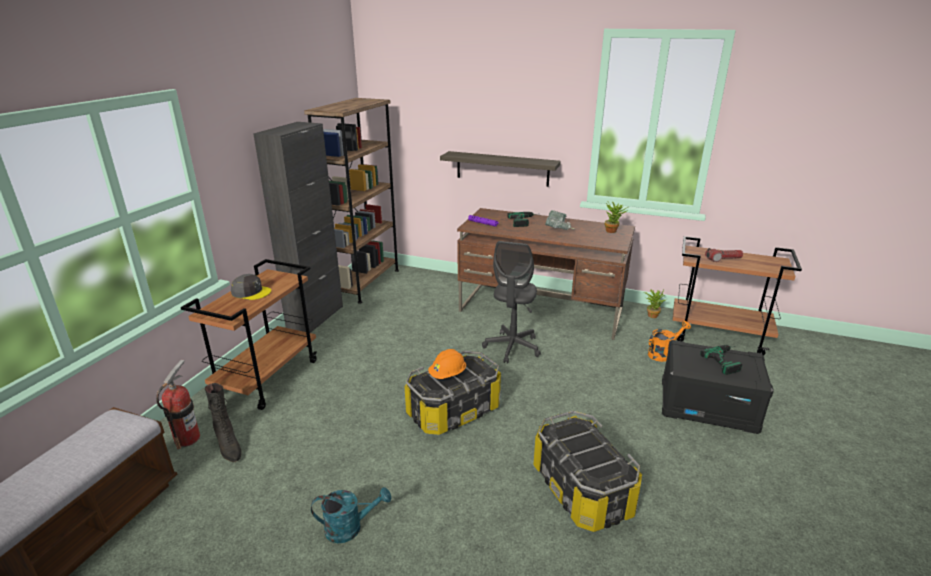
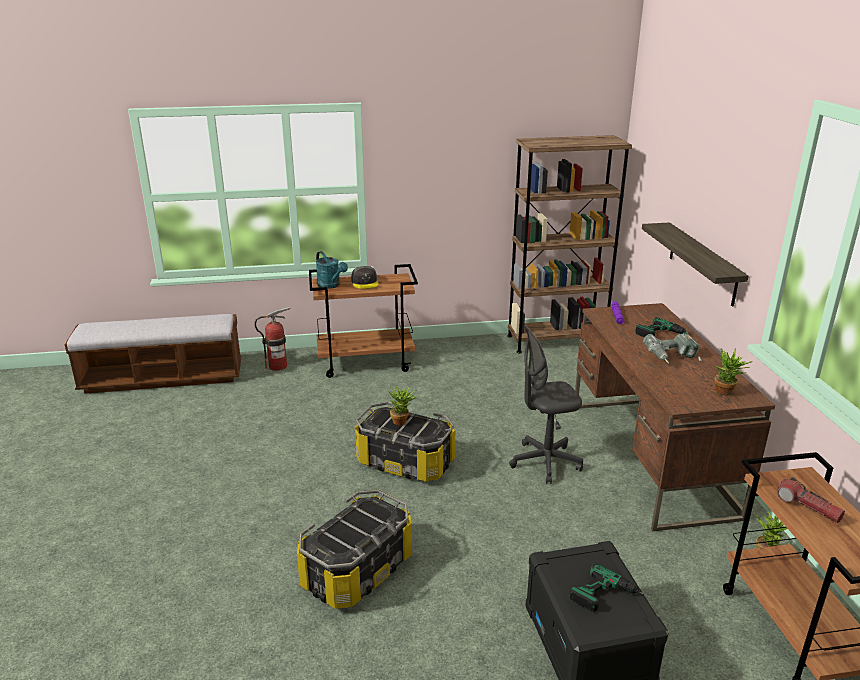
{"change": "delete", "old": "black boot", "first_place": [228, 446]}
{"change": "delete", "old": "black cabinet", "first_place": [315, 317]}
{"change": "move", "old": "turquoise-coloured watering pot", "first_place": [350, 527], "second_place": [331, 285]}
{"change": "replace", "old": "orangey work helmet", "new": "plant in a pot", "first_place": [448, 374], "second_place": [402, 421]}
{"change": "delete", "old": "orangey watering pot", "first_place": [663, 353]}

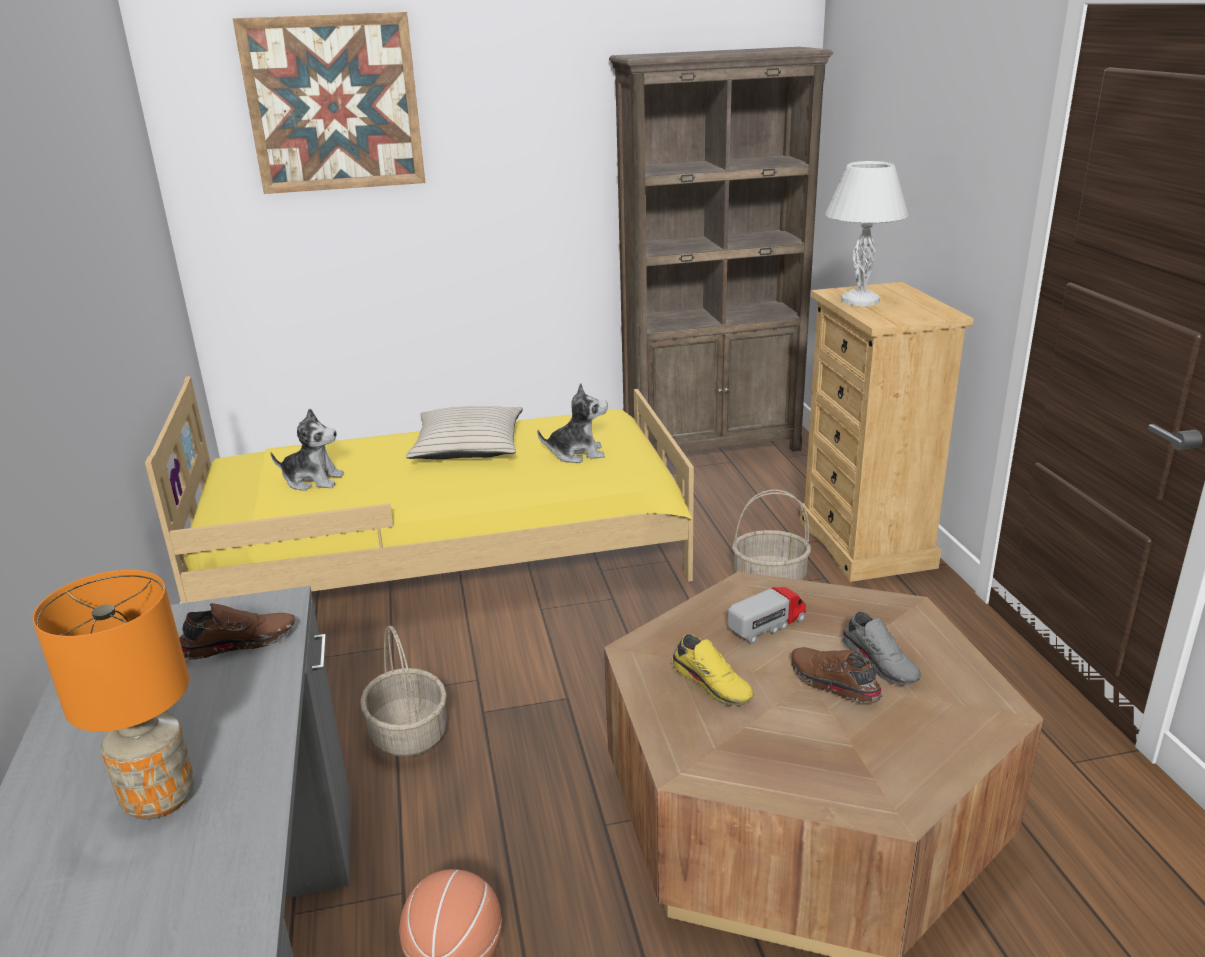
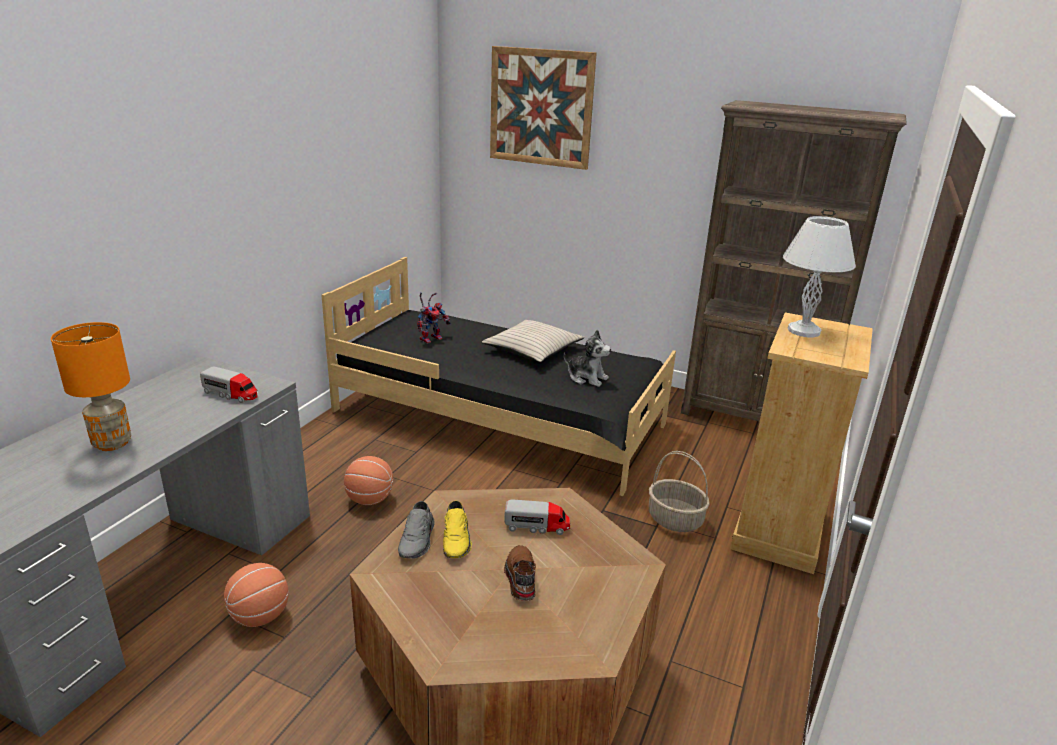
{"change": "recolor", "old": "yellowish bedroom bed", "new": "black bedroom bed", "first_place": [448, 558], "second_place": [501, 417]}
{"change": "replace", "old": "brownish shoe", "new": "toy lorry", "first_place": [239, 642], "second_place": [231, 394]}
{"change": "replace", "old": "plush toy", "new": "toy robot", "first_place": [313, 480], "second_place": [431, 338]}
{"change": "replace", "old": "basket", "new": "basketball ball", "first_place": [408, 734], "second_place": [369, 499]}
{"change": "move", "old": "greyish shoe", "first_place": [881, 662], "second_place": [418, 540]}

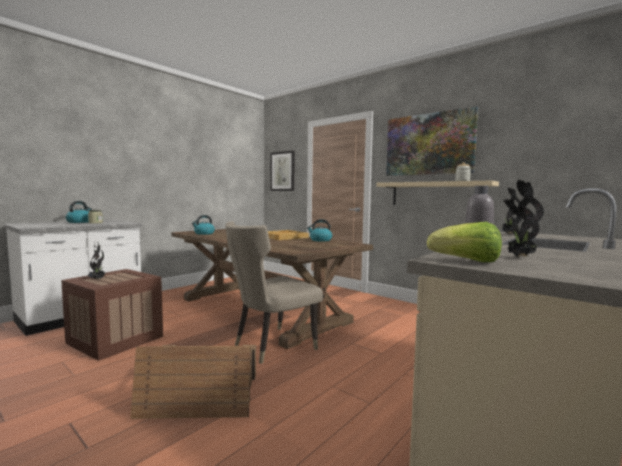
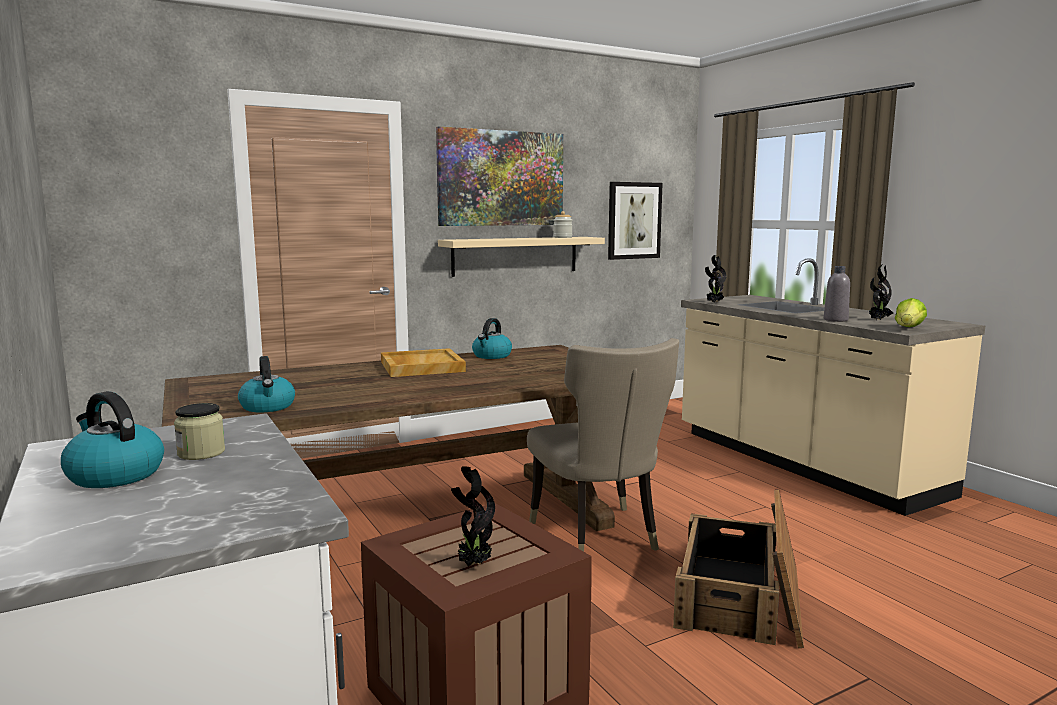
{"change": "move", "old": "wall art", "first_place": [283, 171], "second_place": [634, 220]}

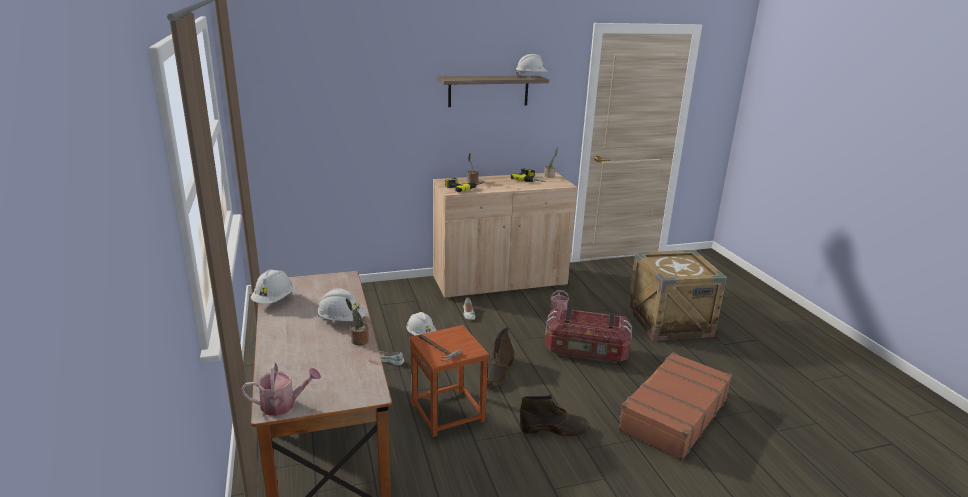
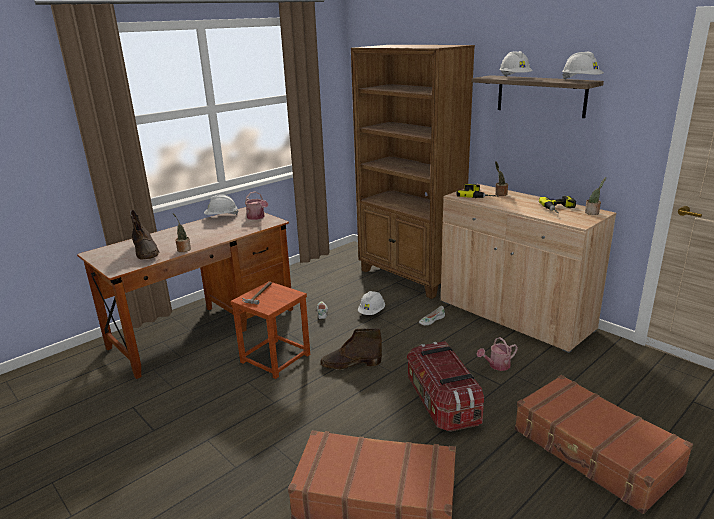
{"change": "move", "old": "watering pot", "first_place": [283, 404], "second_place": [257, 217]}
{"change": "move", "old": "whitish work helmet", "first_place": [342, 320], "second_place": [514, 78]}
{"change": "move", "old": "brownish boot", "first_place": [554, 429], "second_place": [146, 251]}
{"change": "replace", "old": "packing crate", "new": "brownish piece of luggage", "first_place": [669, 322], "second_place": [594, 452]}
{"change": "insert", "new": "brownish shelving unit", "second_place": [410, 277]}

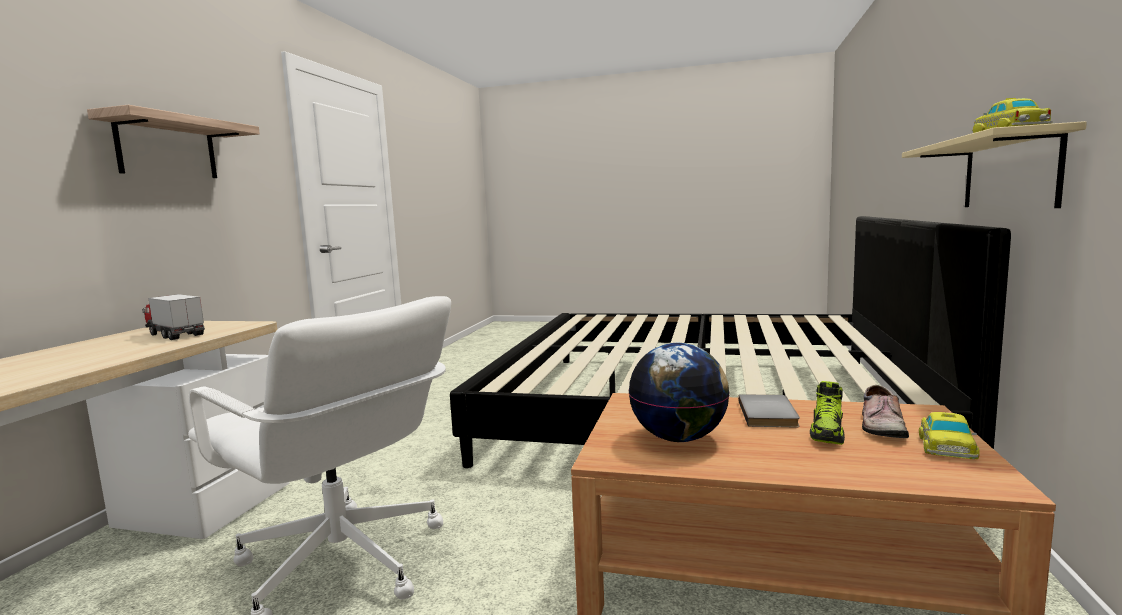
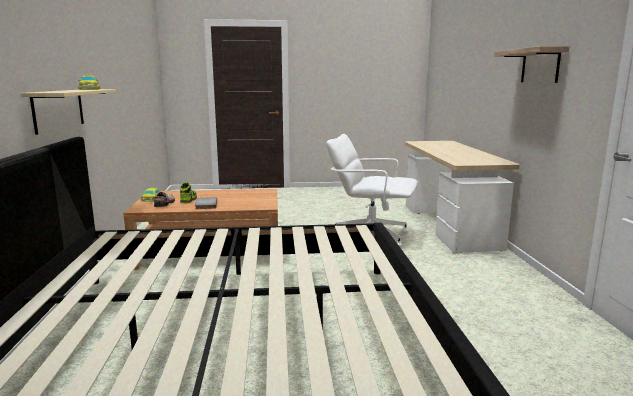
{"change": "delete", "old": "toy lorry", "first_place": [175, 334]}
{"change": "delete", "old": "desk globe", "first_place": [679, 438]}

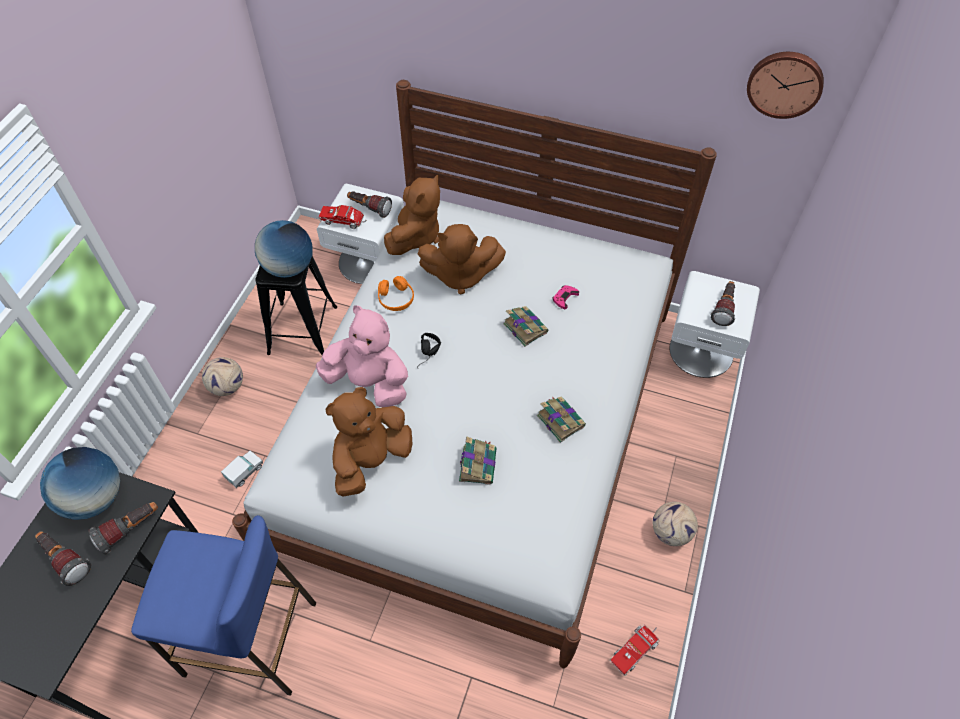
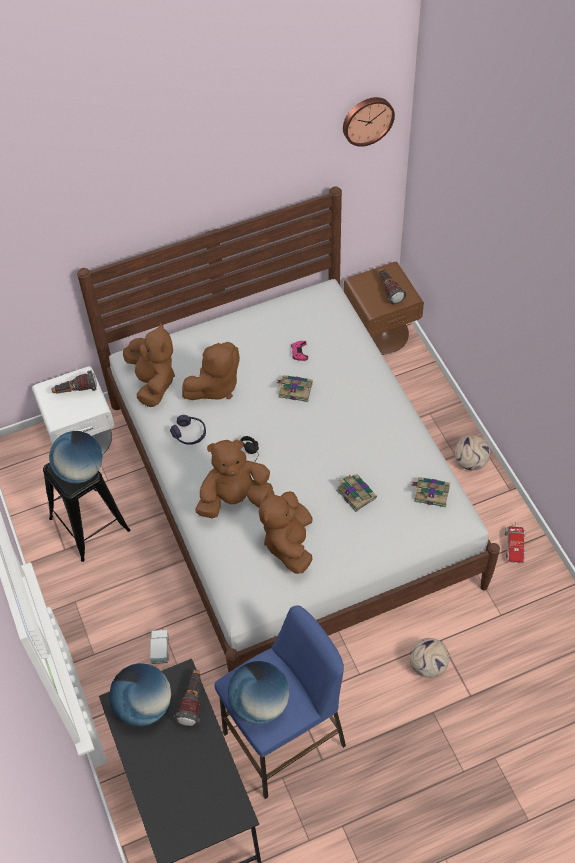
{"change": "delete", "old": "torch", "first_place": [65, 560]}
{"change": "move", "old": "ball for football", "first_place": [227, 387], "second_place": [428, 665]}
{"change": "recolor", "old": "pink plush toy", "new": "brownish plush toy", "first_place": [369, 382], "second_place": [234, 499]}
{"change": "delete", "old": "toy lorry", "first_place": [344, 221]}
{"change": "recolor", "old": "orangey headphones", "new": "purple-coloured headphones", "first_place": [396, 299], "second_place": [189, 434]}
{"change": "move", "old": "volume", "first_place": [560, 420], "second_place": [430, 493]}
{"change": "recolor", "old": "whitish bedside table", "new": "brownish bedside table", "first_place": [701, 350], "second_place": [381, 332]}
{"change": "insert", "new": "desk globe", "second_place": [260, 703]}

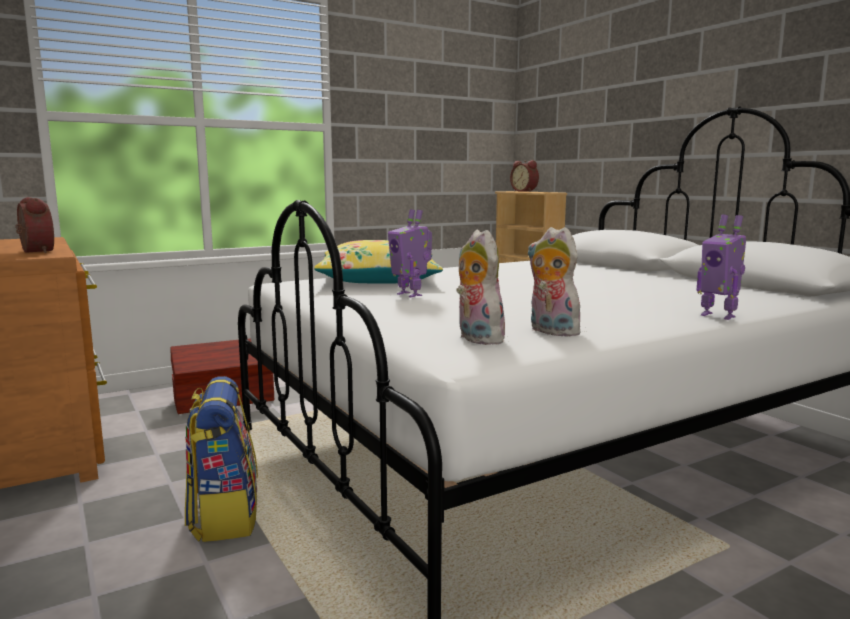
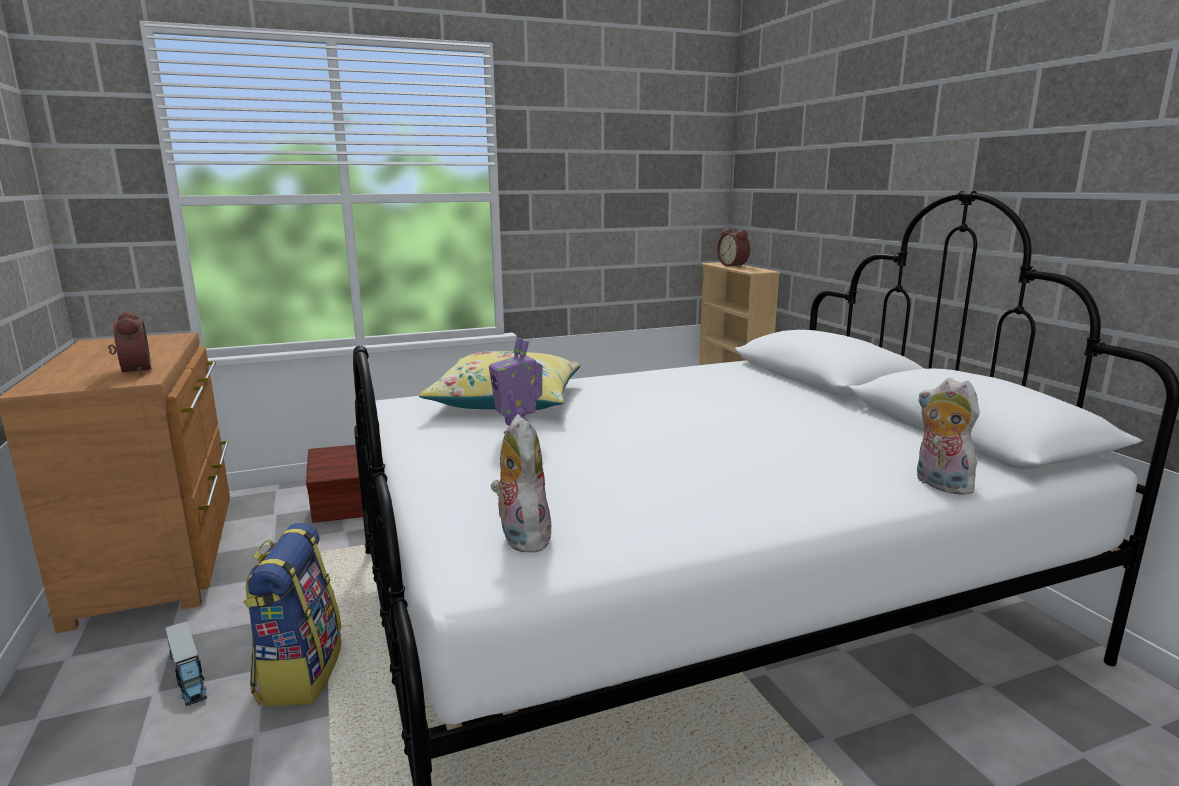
{"change": "move", "old": "plush toy", "first_place": [550, 331], "second_place": [939, 485]}
{"change": "delete", "old": "toy robot", "first_place": [718, 316]}
{"change": "insert", "new": "toy lorry", "second_place": [188, 674]}

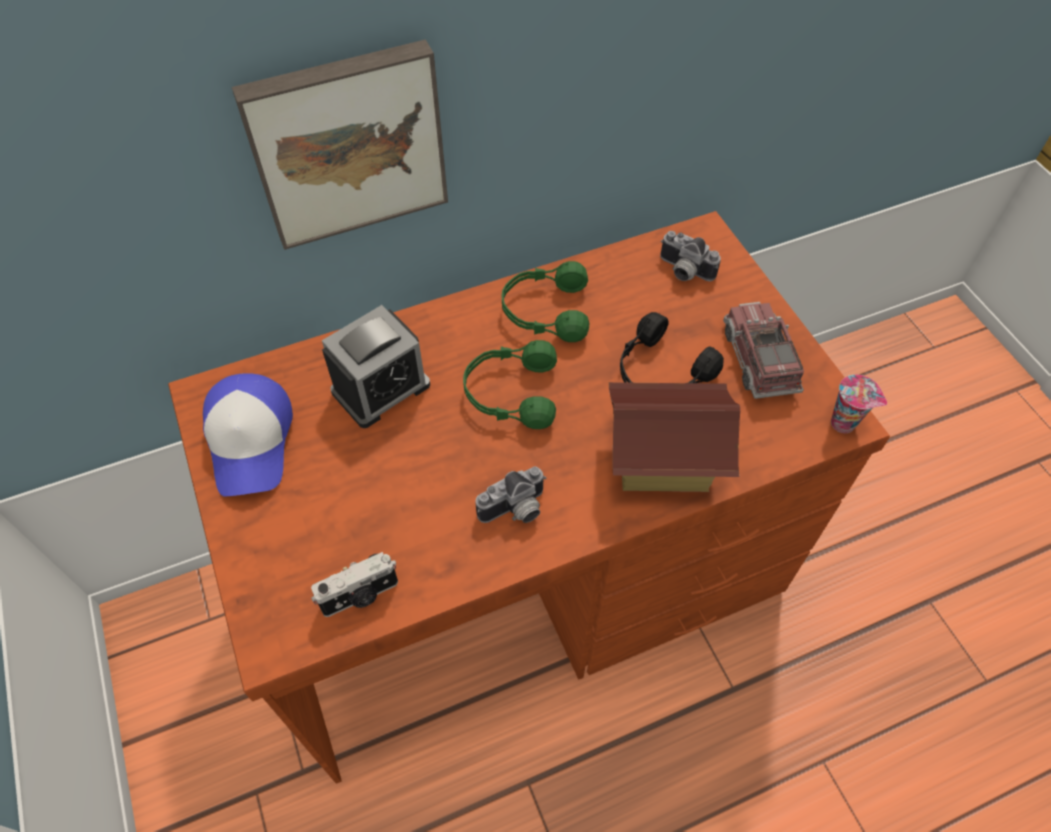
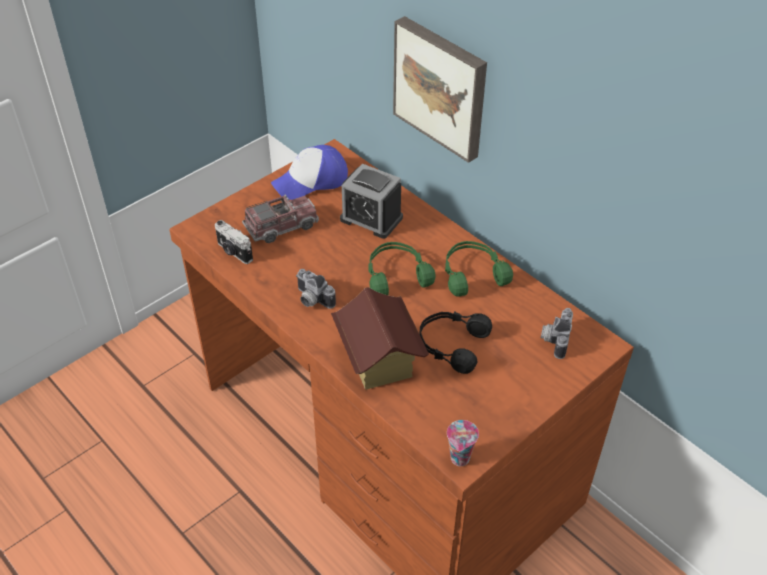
{"change": "move", "old": "toy lorry", "first_place": [759, 360], "second_place": [281, 226]}

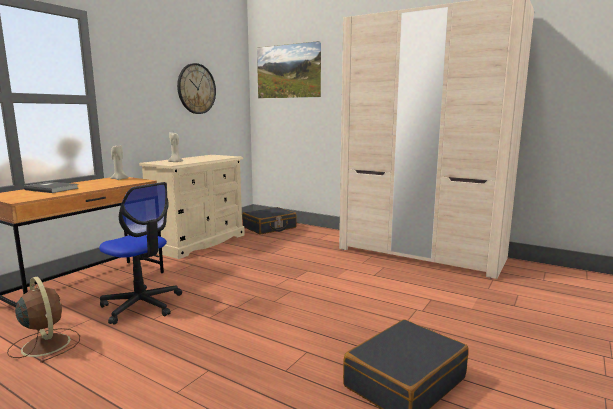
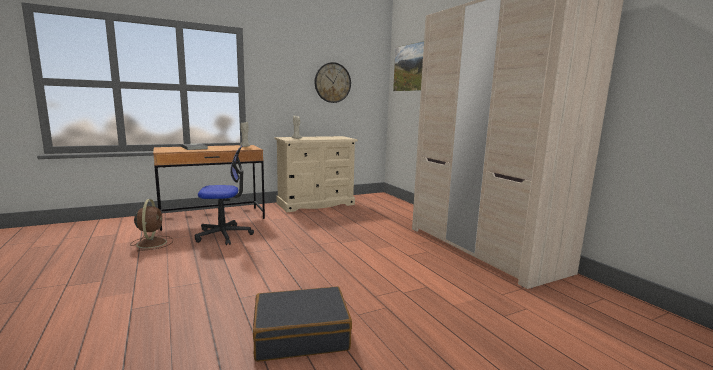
{"change": "rotate", "old": "office chair", "first_place": [142, 305], "second_place": [224, 235], "degrees": -75}
{"change": "delete", "old": "black piece of luggage", "first_place": [269, 228]}

